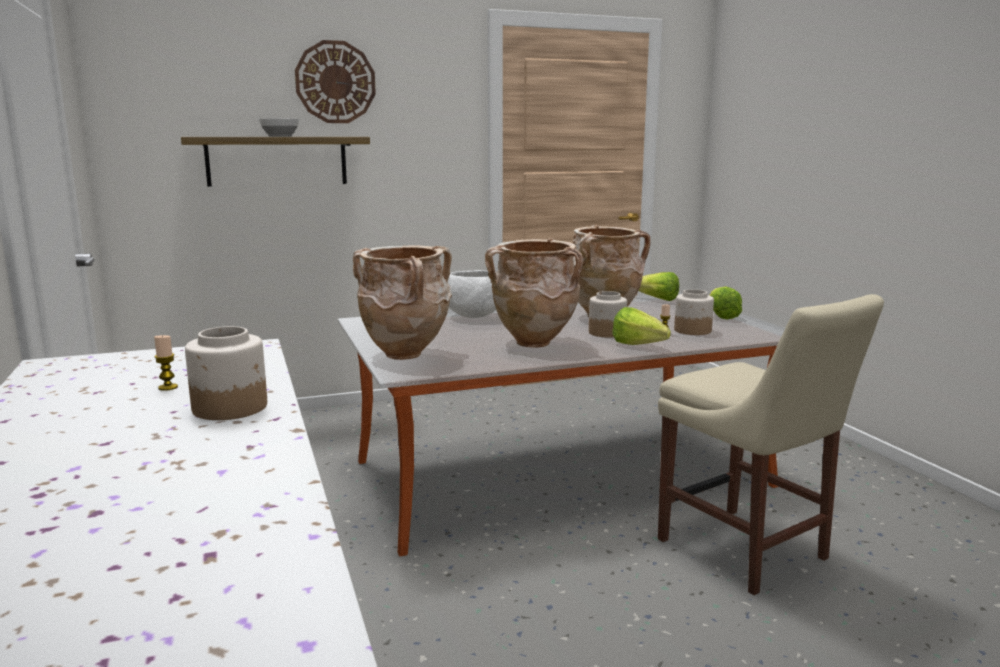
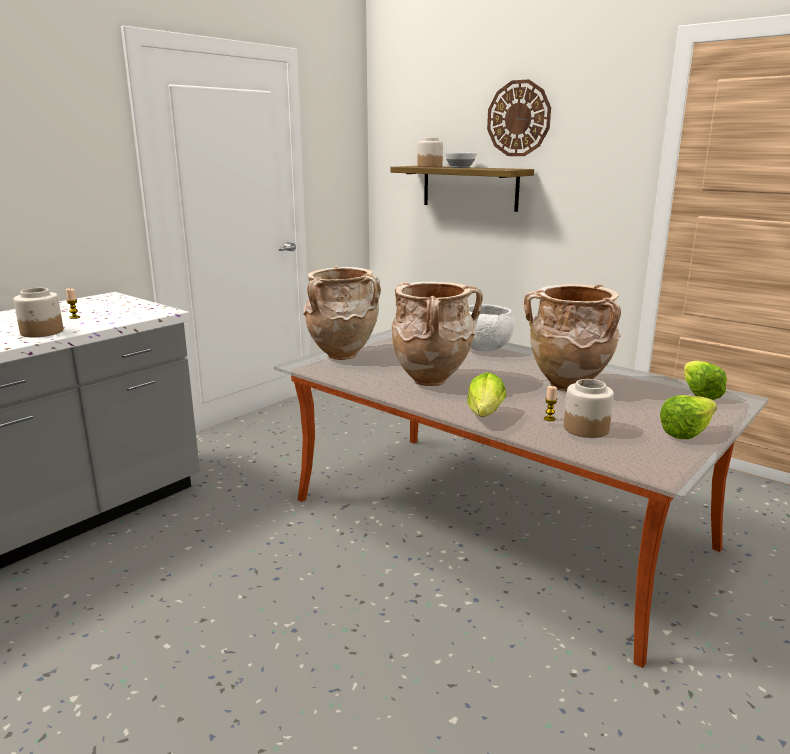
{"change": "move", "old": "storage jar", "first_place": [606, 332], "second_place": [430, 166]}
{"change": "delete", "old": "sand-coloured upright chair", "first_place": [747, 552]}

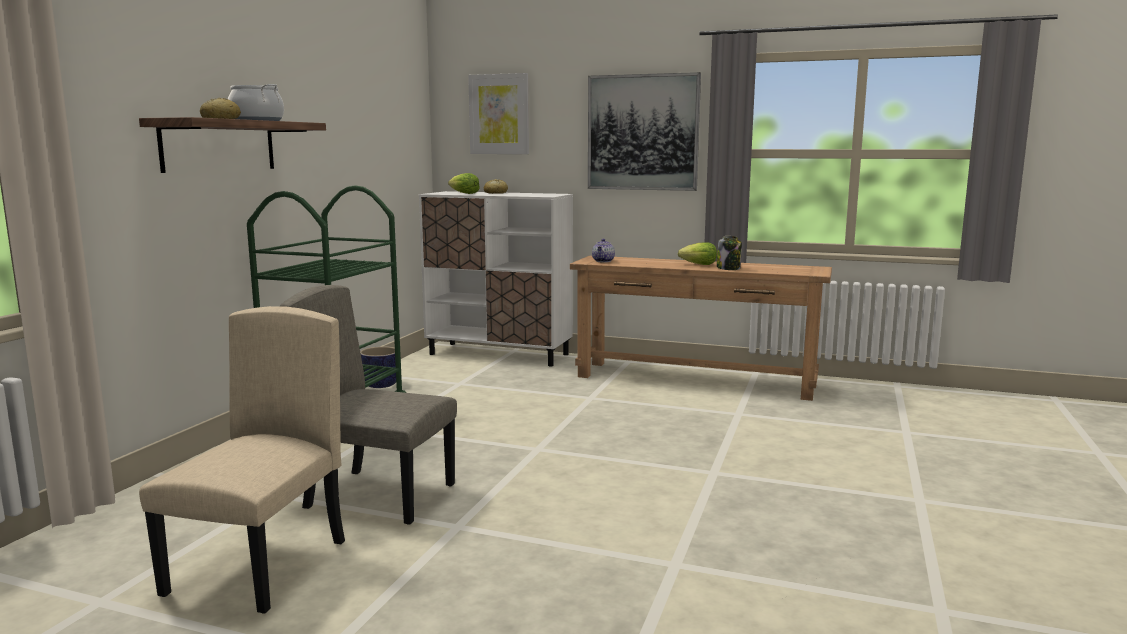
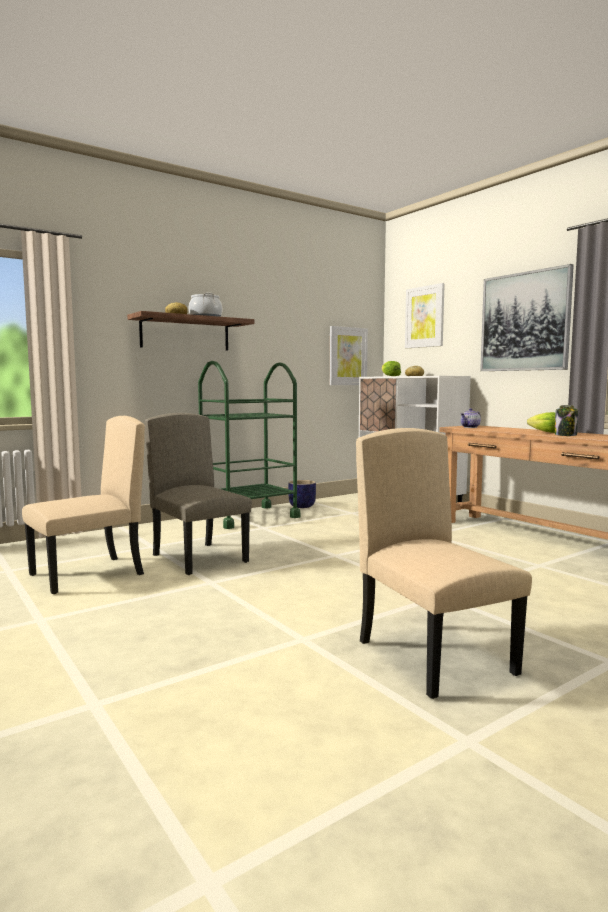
{"change": "insert", "new": "wall art", "second_place": [348, 356]}
{"change": "insert", "new": "sand-coloured upright chair", "second_place": [435, 657]}

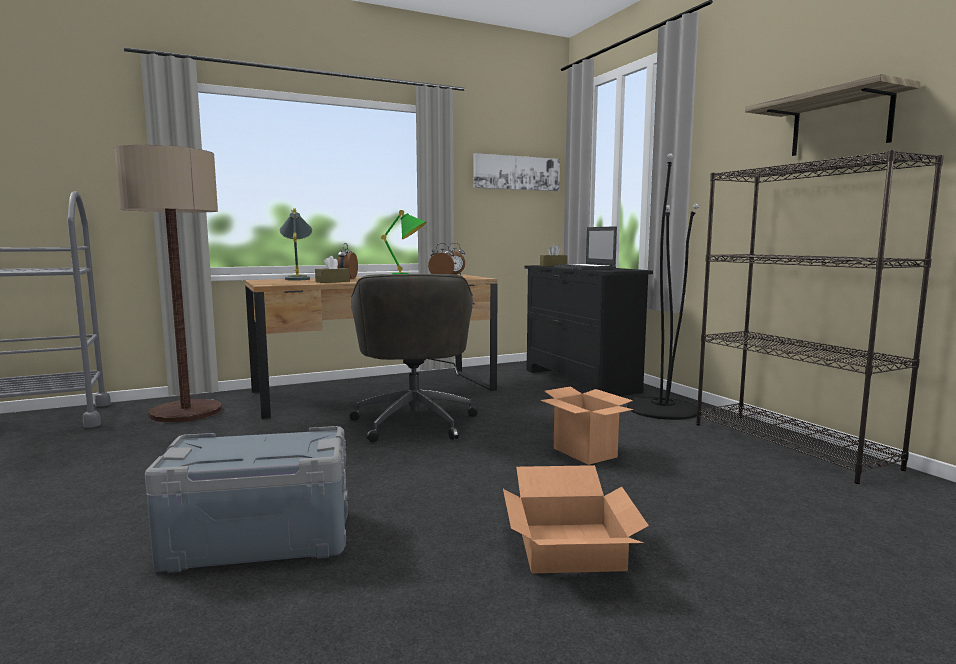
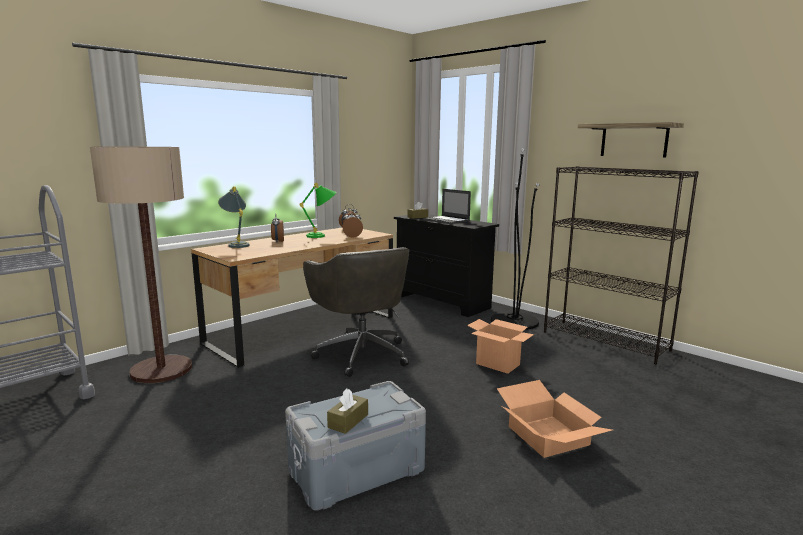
{"change": "move", "old": "brownish box of tissues", "first_place": [332, 281], "second_place": [348, 421]}
{"change": "delete", "old": "wall art", "first_place": [516, 173]}

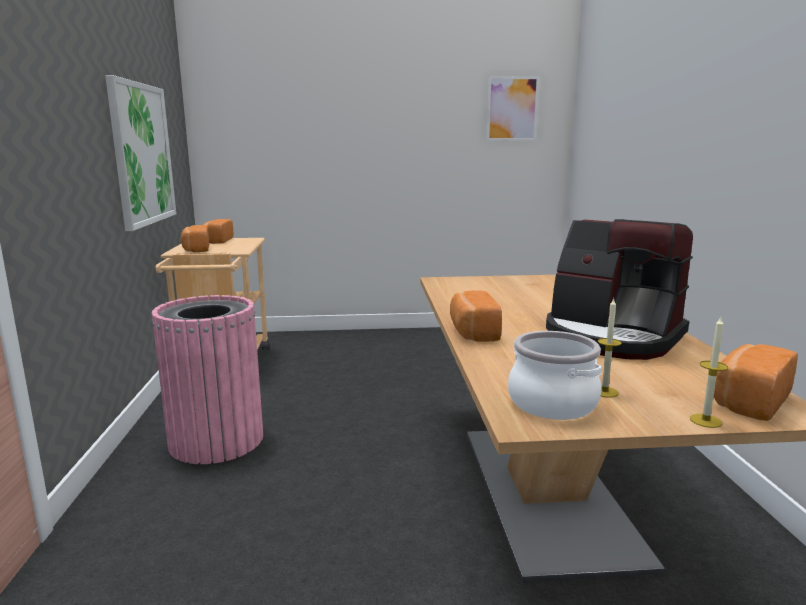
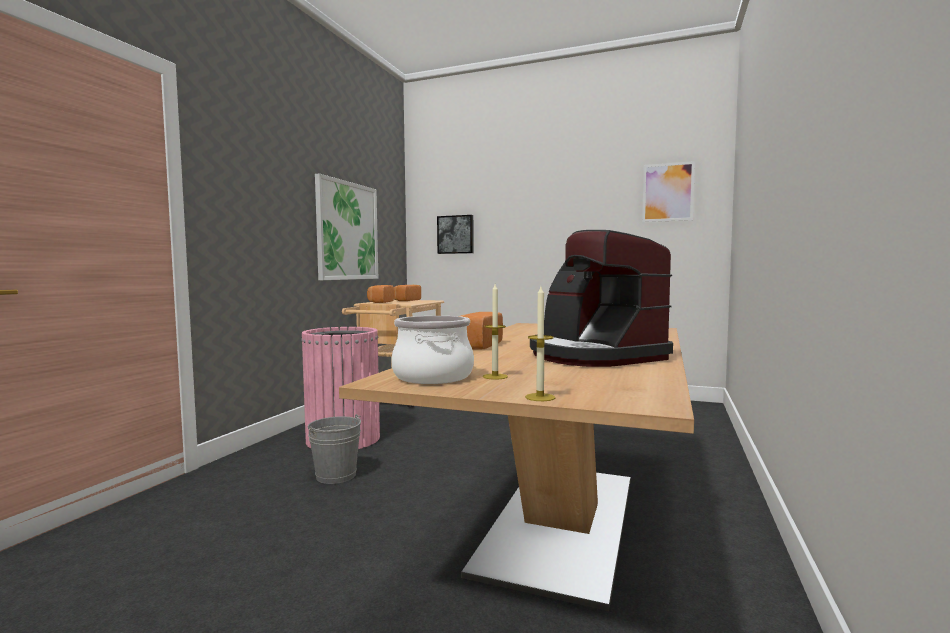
{"change": "delete", "old": "bakery bread", "first_place": [747, 401]}
{"change": "insert", "new": "greyish pail", "second_place": [336, 475]}
{"change": "insert", "new": "wall art", "second_place": [456, 234]}

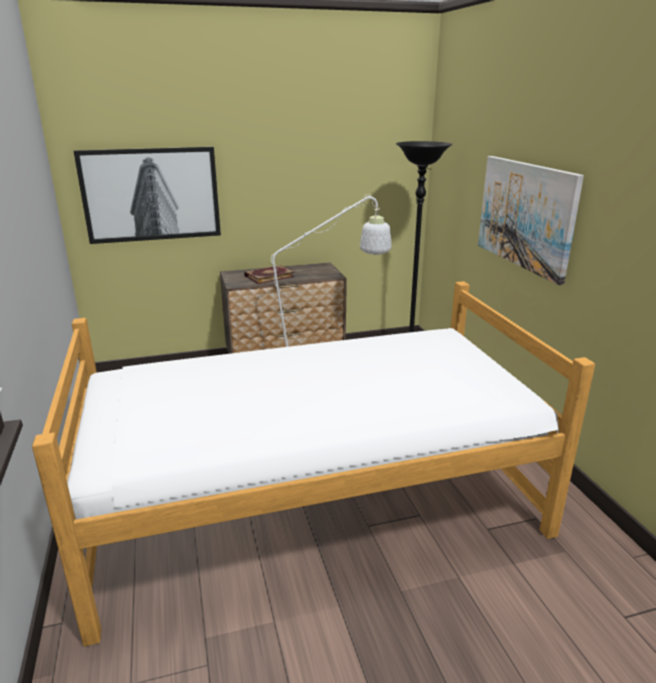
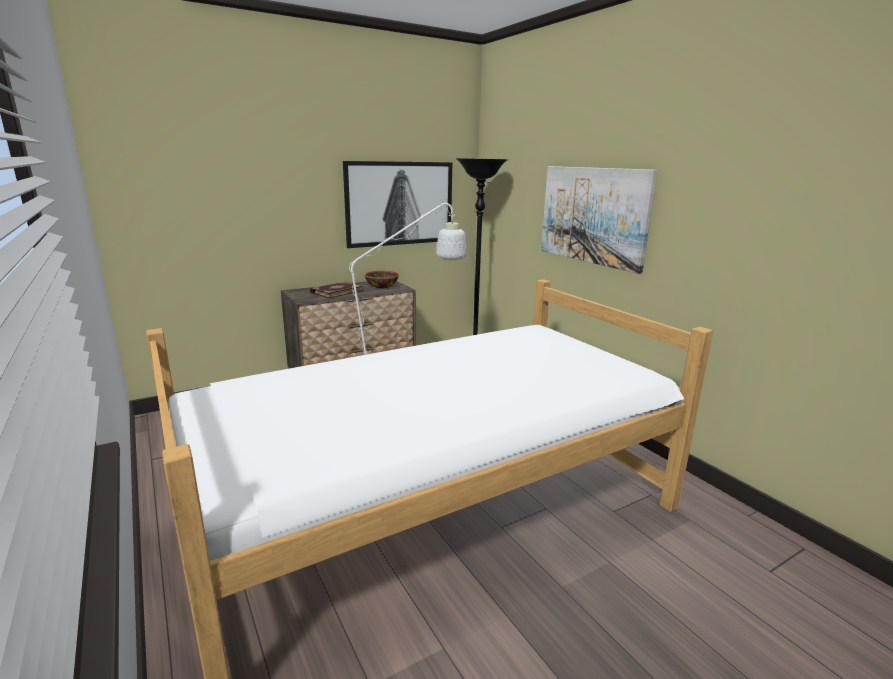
{"change": "move", "old": "wall art", "first_place": [151, 195], "second_place": [400, 203]}
{"change": "insert", "new": "bowl", "second_place": [382, 286]}

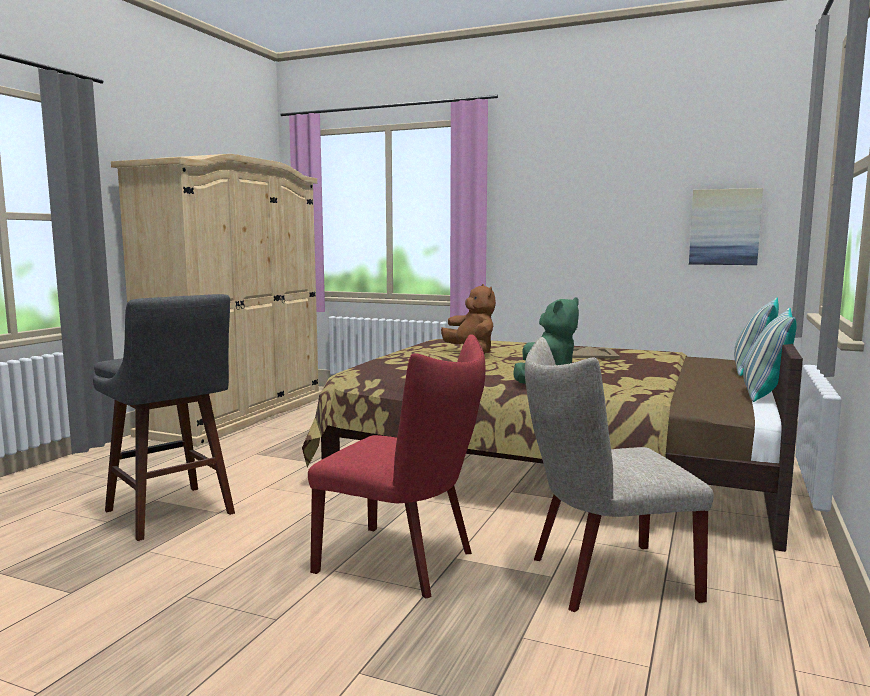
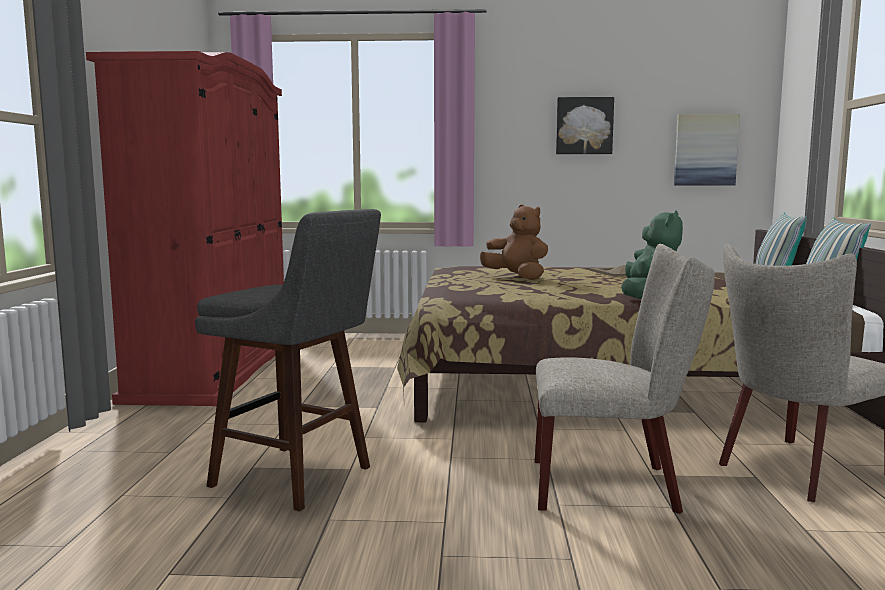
{"change": "recolor", "old": "sand-coloured armoire", "new": "red armoire", "first_place": [237, 414], "second_place": [215, 368]}
{"change": "recolor", "old": "red upright chair", "new": "sand-coloured upright chair", "first_place": [404, 562], "second_place": [614, 486]}
{"change": "insert", "new": "wall art", "second_place": [584, 126]}

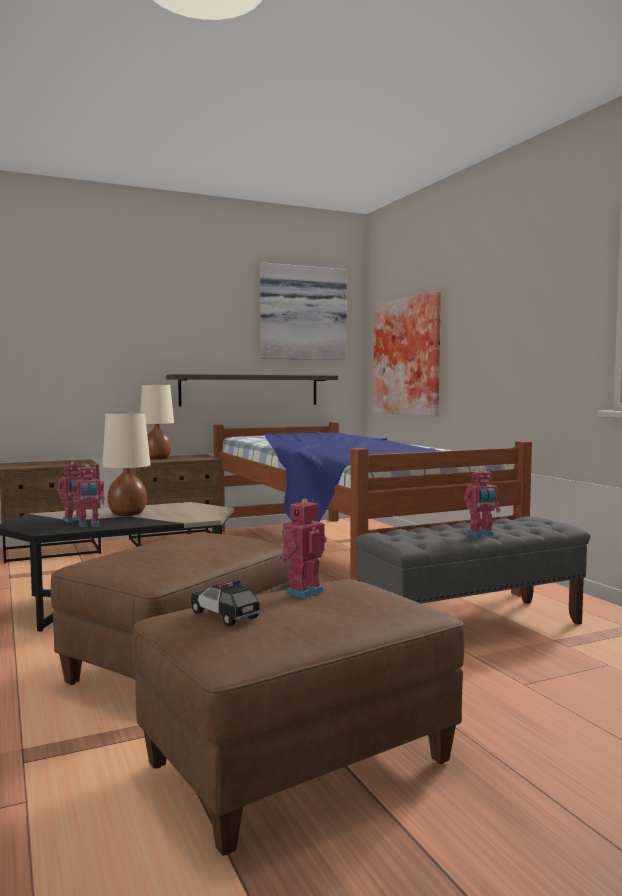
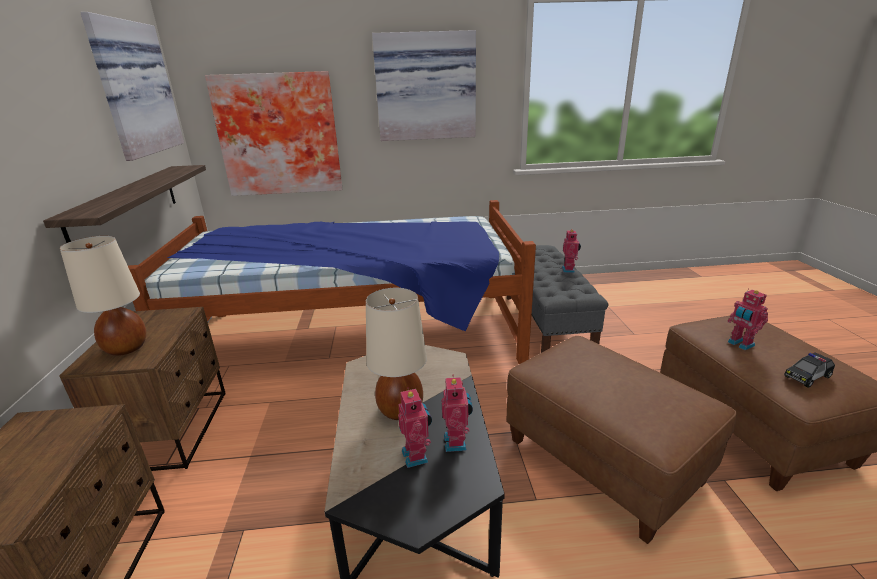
{"change": "insert", "new": "wall art", "second_place": [425, 87]}

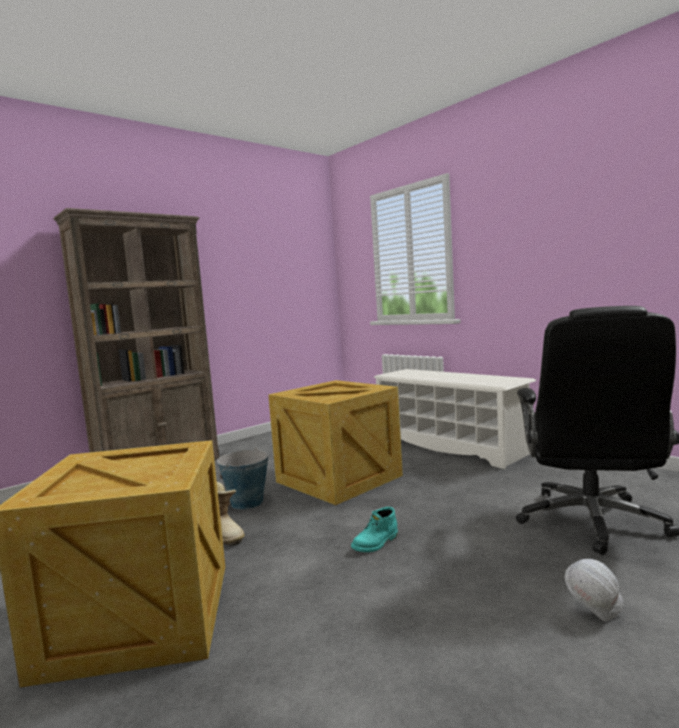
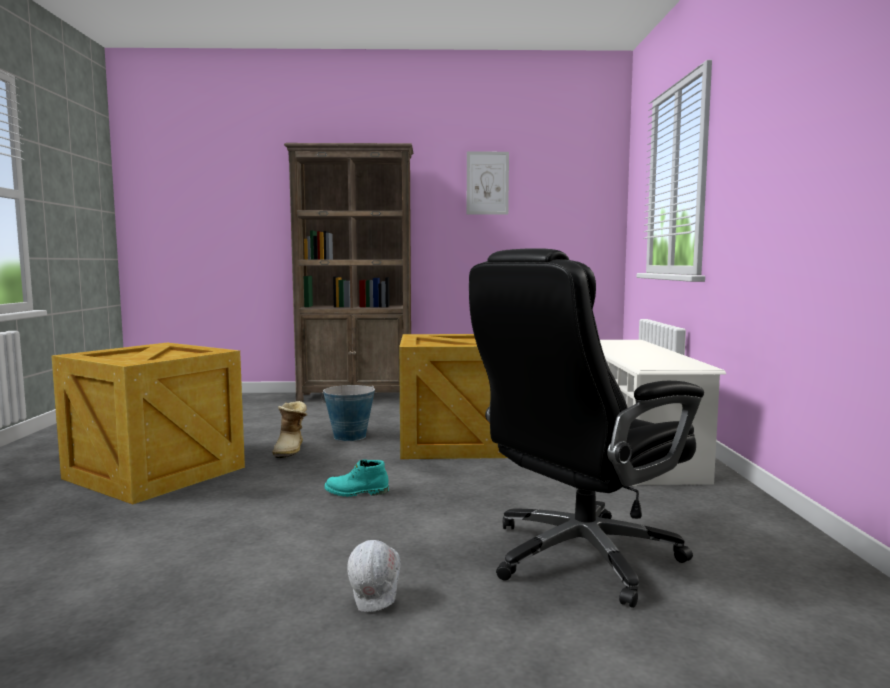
{"change": "insert", "new": "wall art", "second_place": [487, 183]}

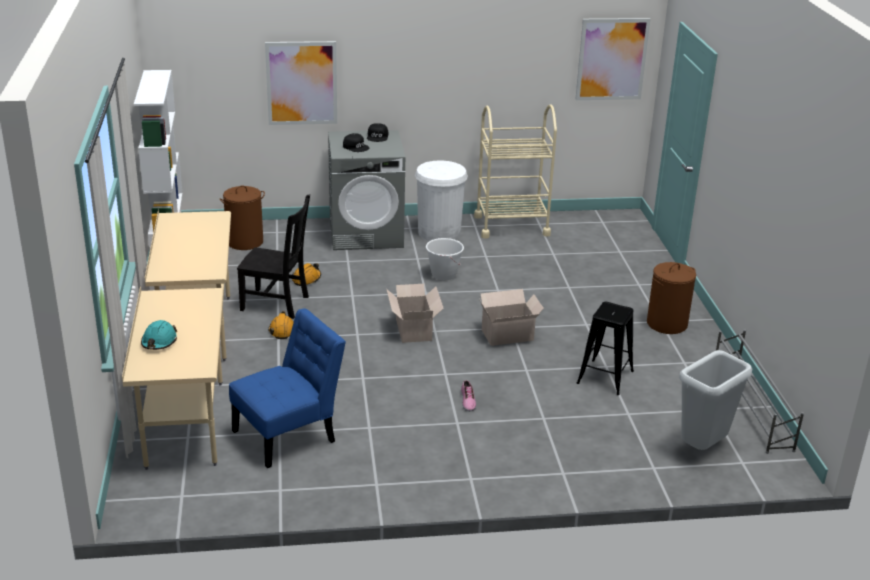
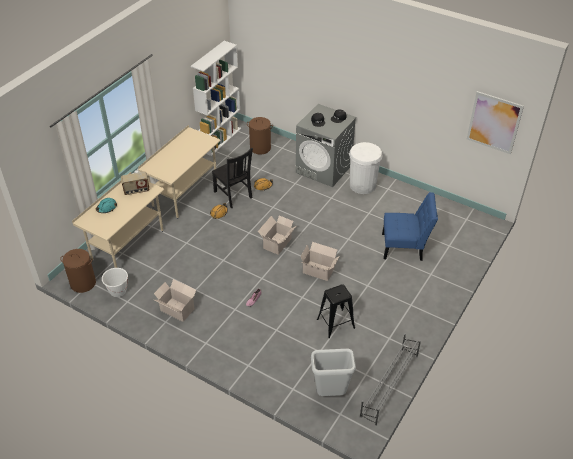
{"change": "move", "old": "blue upright chair", "first_place": [289, 434], "second_place": [405, 247]}
{"change": "delete", "old": "wall art", "first_place": [301, 83]}
{"change": "move", "old": "whitish pail", "first_place": [443, 275], "second_place": [118, 291]}
{"change": "delete", "old": "sand-coloured wheeled cart", "first_place": [511, 225]}
{"change": "move", "old": "brownish laundry basket", "first_place": [667, 323], "second_place": [83, 283]}
{"change": "insert", "new": "radio receiver", "second_place": [136, 190]}
{"change": "insert", "new": "carton", "second_place": [176, 309]}

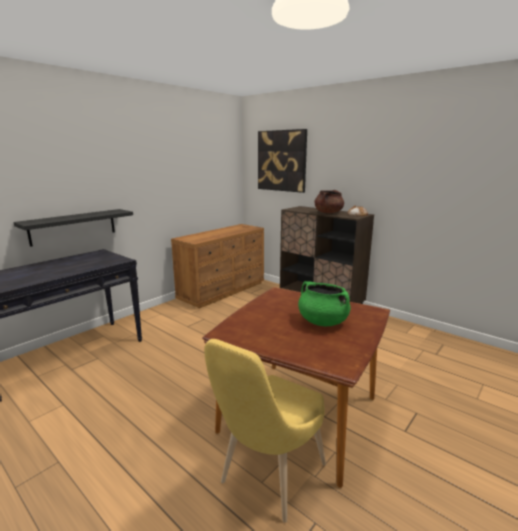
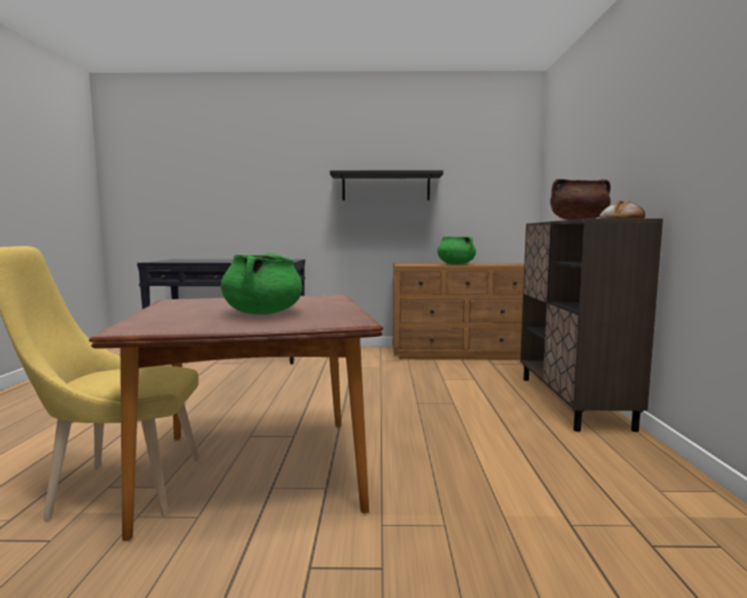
{"change": "move", "old": "black shelf", "first_place": [73, 226], "second_place": [386, 187]}
{"change": "delete", "old": "wall art", "first_place": [282, 161]}
{"change": "insert", "new": "greenish saucepot", "second_place": [455, 264]}

